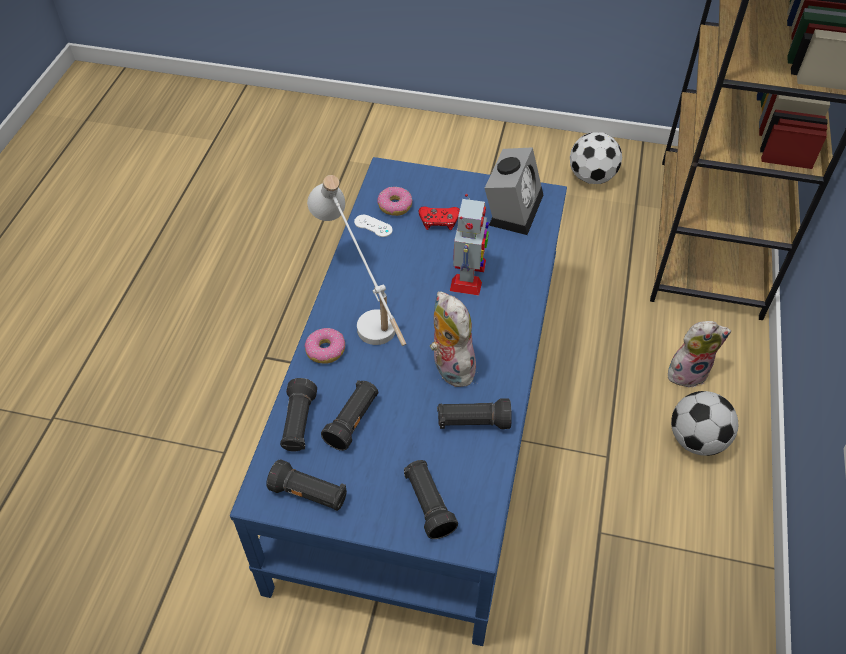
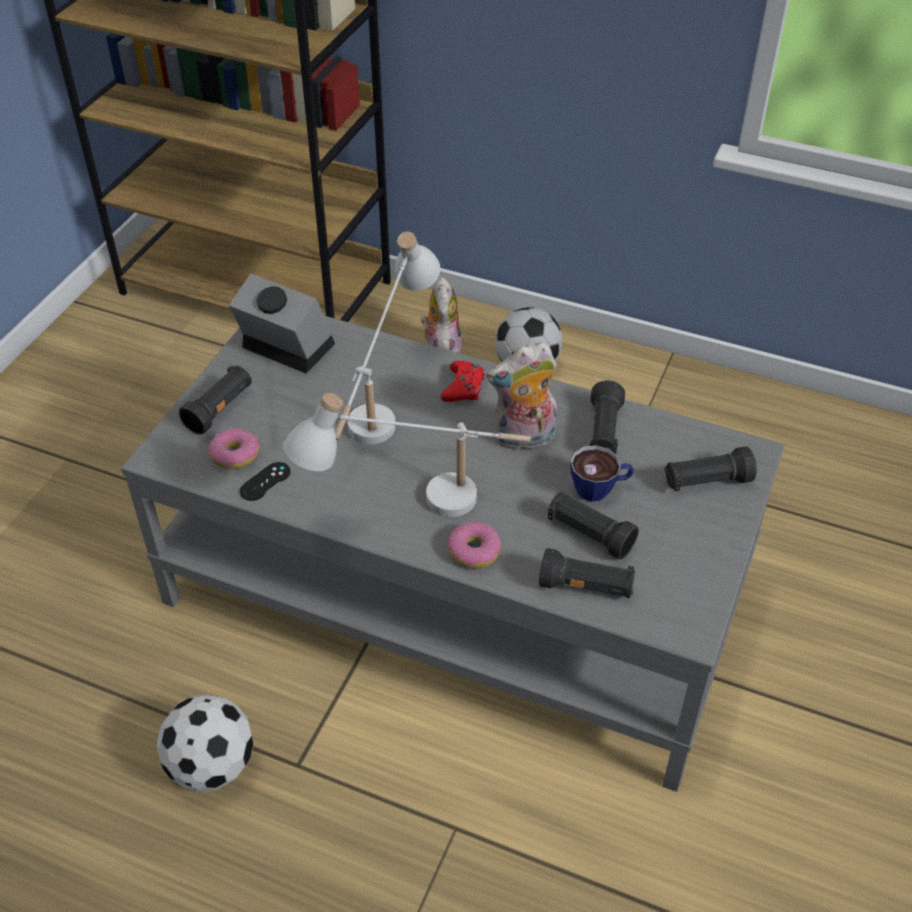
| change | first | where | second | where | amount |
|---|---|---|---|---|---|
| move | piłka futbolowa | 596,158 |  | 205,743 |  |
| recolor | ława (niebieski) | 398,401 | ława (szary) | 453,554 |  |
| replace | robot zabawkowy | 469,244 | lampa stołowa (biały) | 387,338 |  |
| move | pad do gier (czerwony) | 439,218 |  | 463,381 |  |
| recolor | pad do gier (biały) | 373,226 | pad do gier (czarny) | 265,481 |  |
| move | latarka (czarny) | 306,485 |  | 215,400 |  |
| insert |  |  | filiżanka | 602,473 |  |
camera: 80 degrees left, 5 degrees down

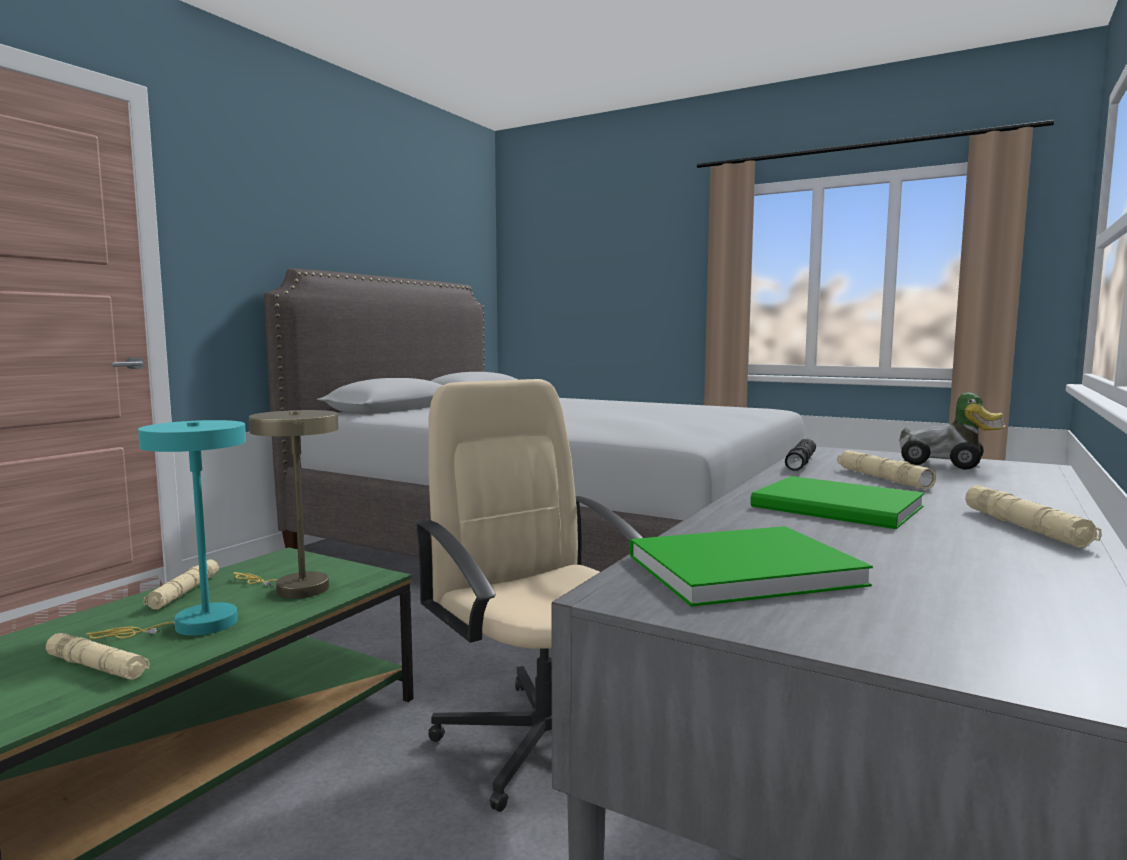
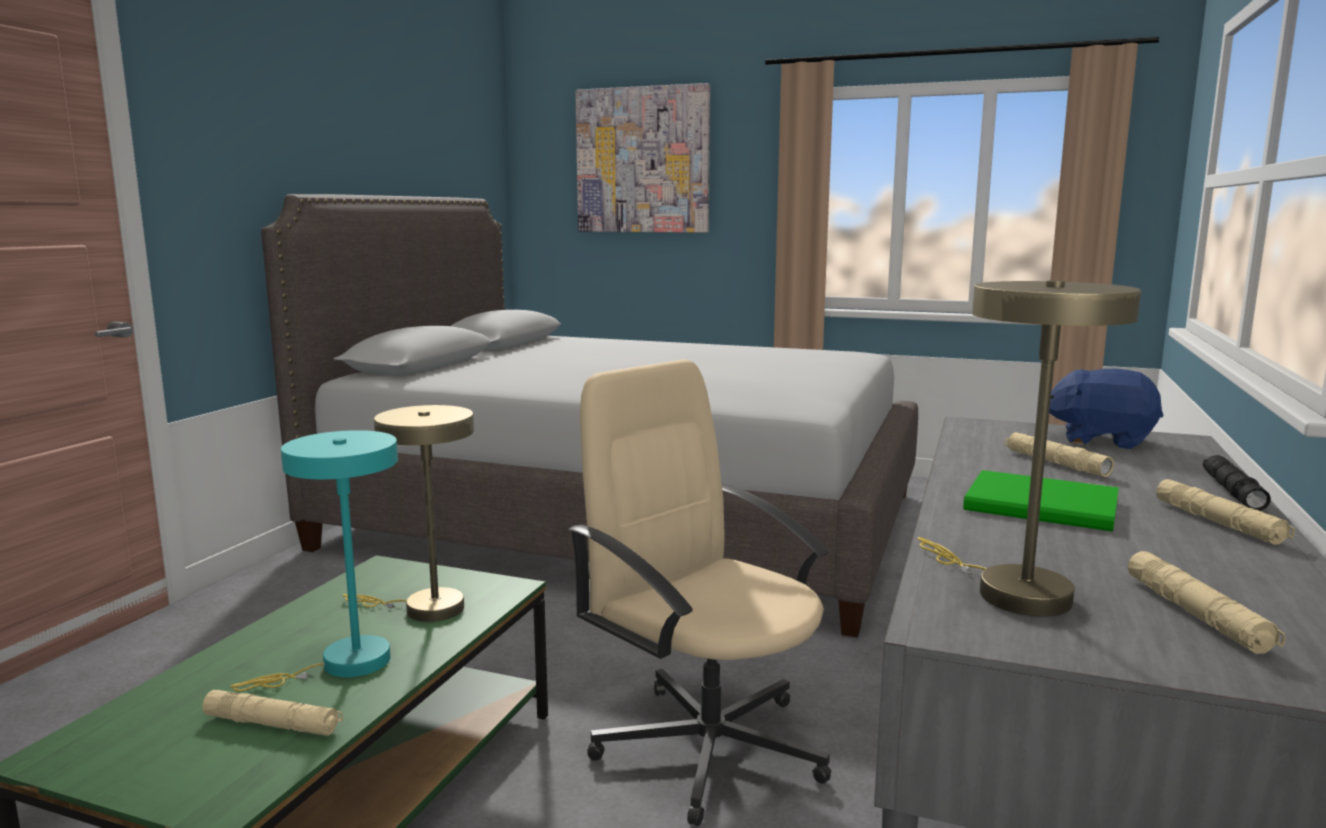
| change | first | where | second | where | amount |
|---|---|---|---|---|---|
| replace | samochodzik | 952,431 | pluszak (niebieski) | 1106,409 |  |
| move | latarka (czarny) | 800,455 |  | 1237,483 |  |
| replace | książka (zielony) | 751,566 | lampa stołowa (beżowy) | 1029,448 |  |
| move | latarka (beżowy) | 181,584 |  | 1206,602 |  |
| insert |  |  | obraz | 642,158 |  |
camera: 10 degrees left, 5 degrees up

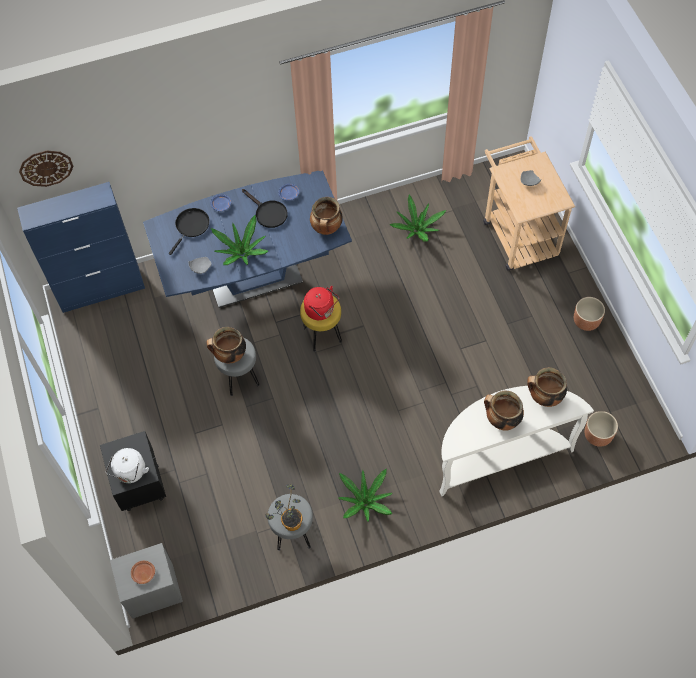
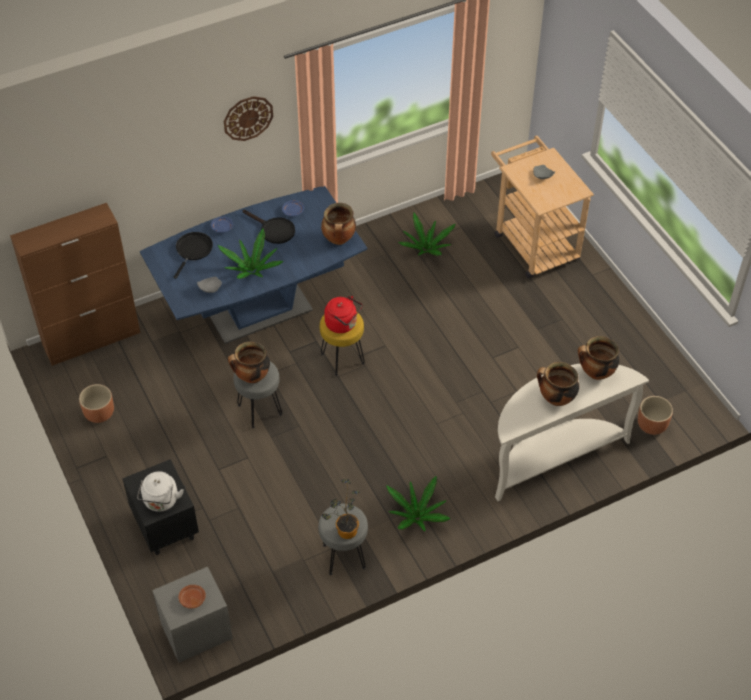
| change | first | where | second | where | amount |
|---|---|---|---|---|---|
| move | zegar ścienny | 46,168 |  | 248,118 |  |
| recolor | szafka (niebieski) | 81,247 | szafka (brązowy) | 75,284 |  |
| move | donica (brązowy) | 589,314 |  | 96,403 |  |
camera: 10 degrees left, 10 degrees down

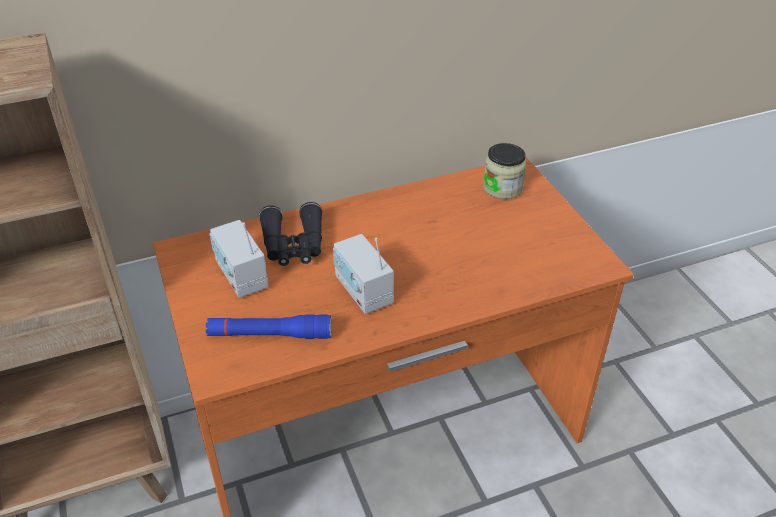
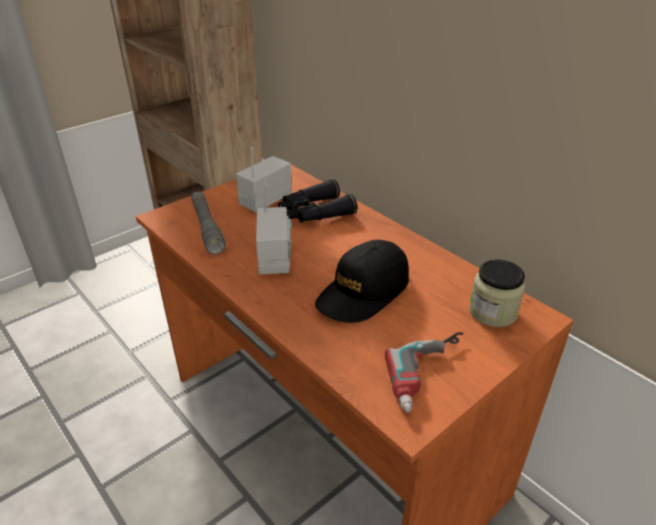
| change | first | where | second | where | amount |
|---|---|---|---|---|---|
| rotate | radio | 363,274 |  | 274,228 | 135 degrees clockwise |
| recolor | latarka (niebieski) | 268,326 | latarka (szary) | 208,222 |  |
| insert |  |  | czapka z daszkiem (czarny) | 362,281 |  |
| insert |  |  | wiertarka | 424,372 |  |
camera: 70 degrees right, 5 degrees down

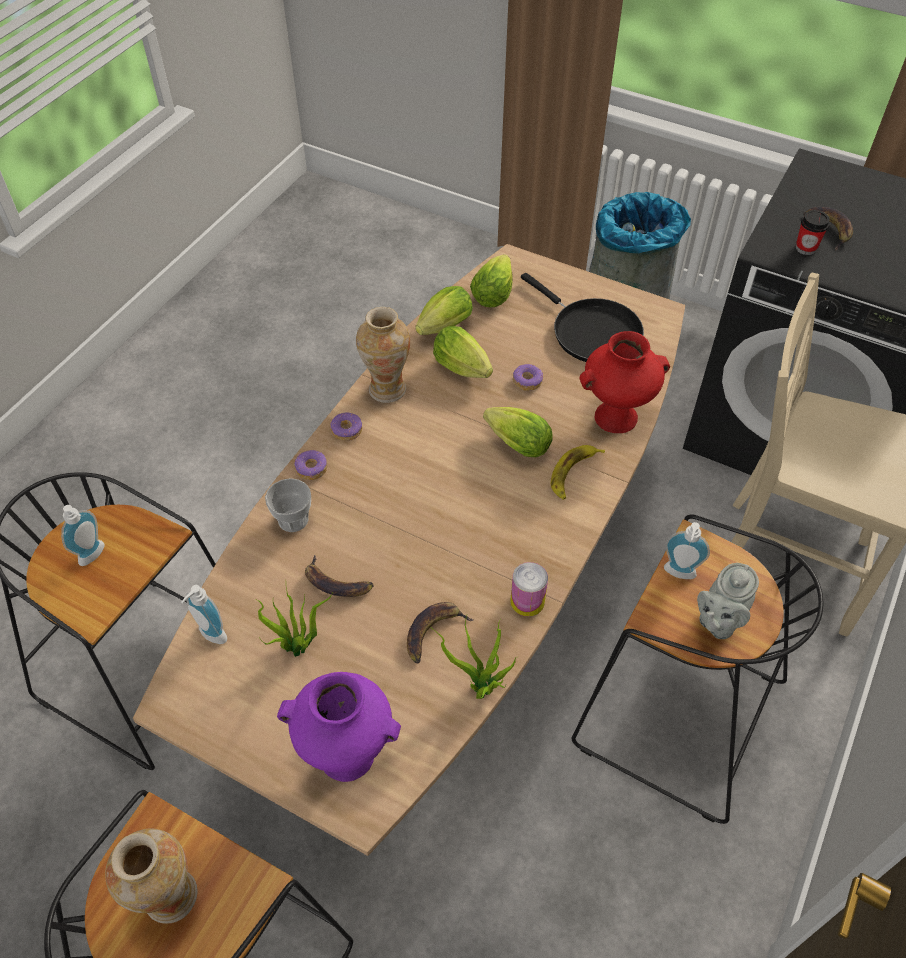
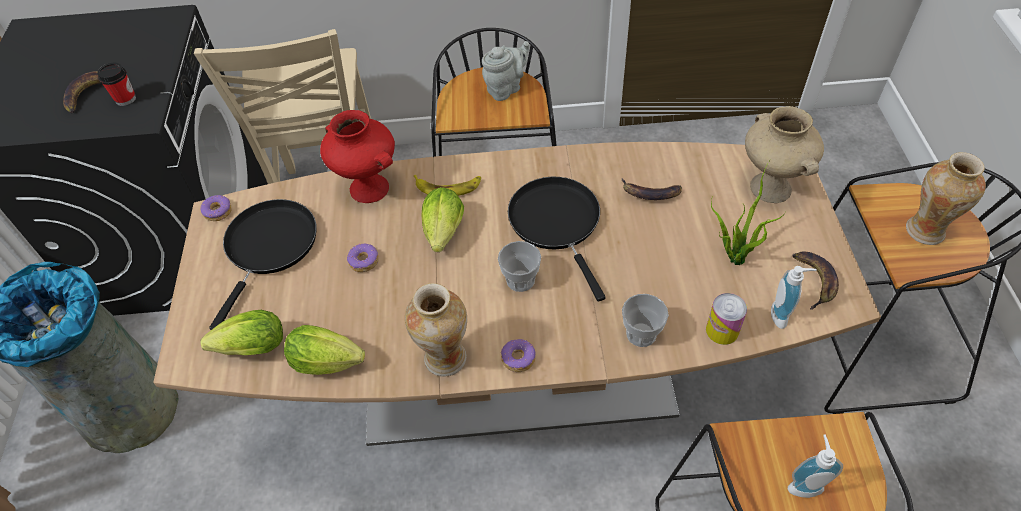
| change | first | where | second | where | amount |
|---|---|---|---|---|---|
| delete | sałata | 463,352 |  |  |  |
| move | donut | 311,465 |  | 216,208 |  |
| delete | dozownik mydła | 687,550 |  |  |  |
| move | banan | 339,576 |  | 815,280 |  |
| move | puszka | 529,589 |  | 726,319 |  |
| rotate | imbryk (szary) | 728,601 |  | 505,71 | 45 degrees counterclockwise |
| delete | roślina doniczkowa | 473,657 |  |  |  |
| recolor | wazon (fioletowy) | 339,727 | wazon (beżowy) | 784,154 |  |
| insert |  |  | patelnia (czarny) | 557,239 |  |
| insert |  |  | filiżanka | 519,266 |  |
camera: 120 degrees left, 0 degrees up

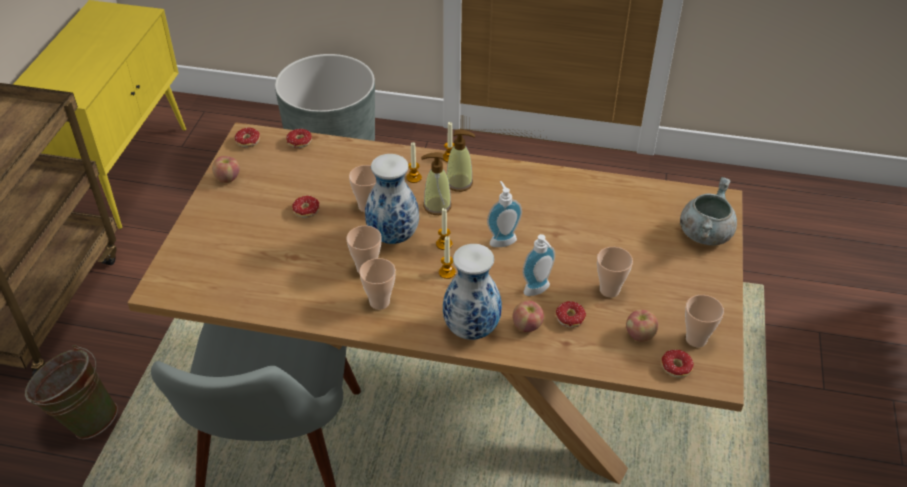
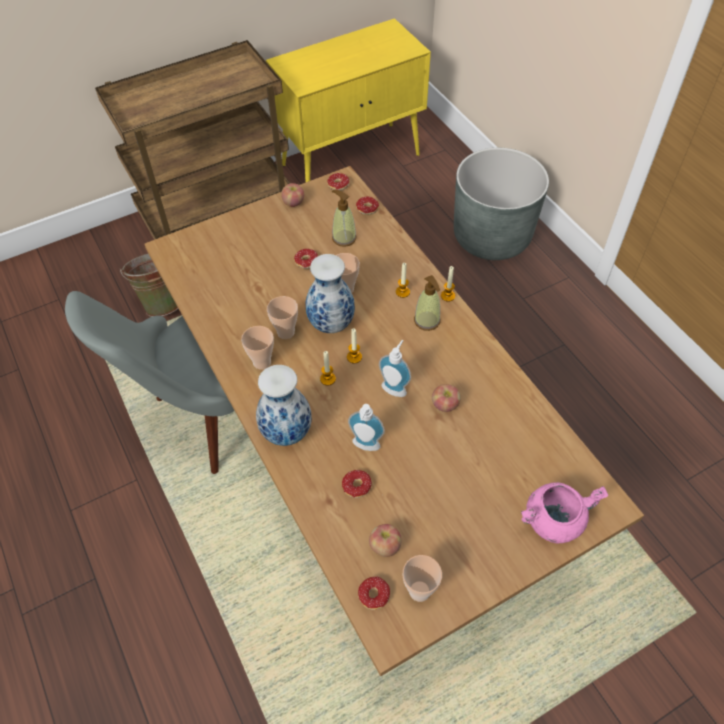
| change | first | where | second | where | amount |
|---|---|---|---|---|---|
| move | dozownik mydła | 436,183 |  | 344,218 |  |
| recolor | garnek (szary) | 708,211 | garnek (różowy) | 564,512 |  |
| delete | filiżanka | 615,272 |  |  |  |
| move | jabłko | 528,316 |  | 446,398 |  |
camera: 50 degrees right, 10 degrees up

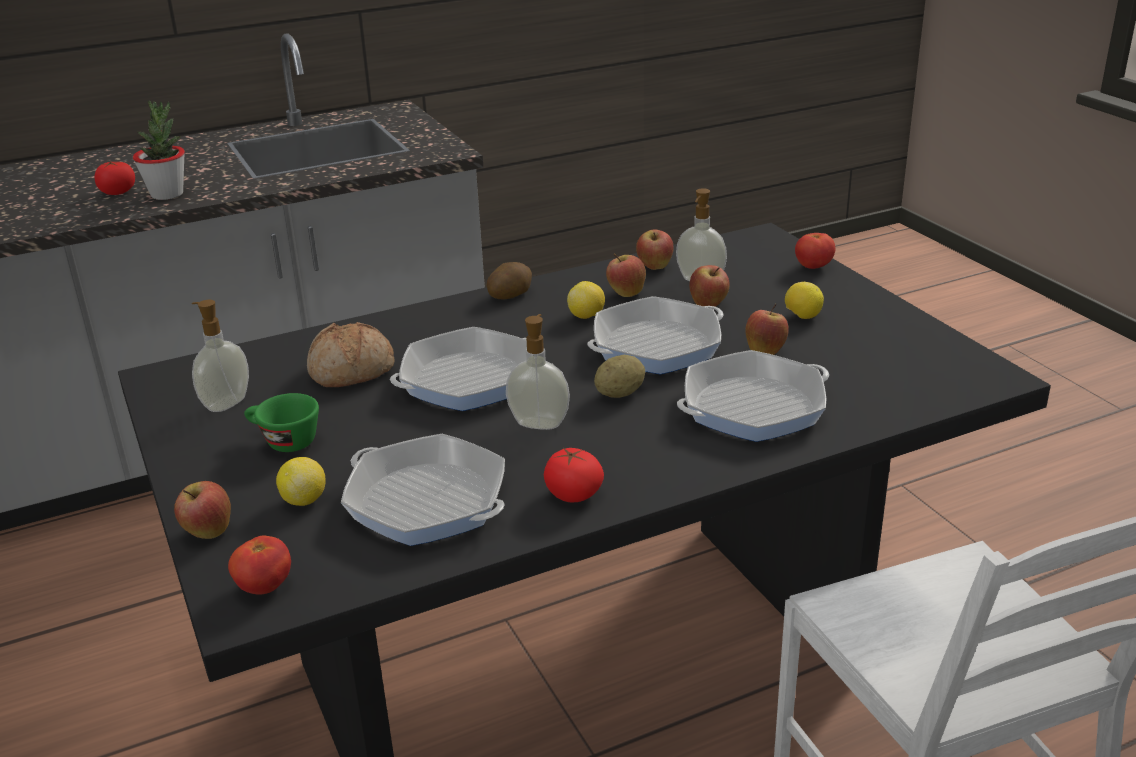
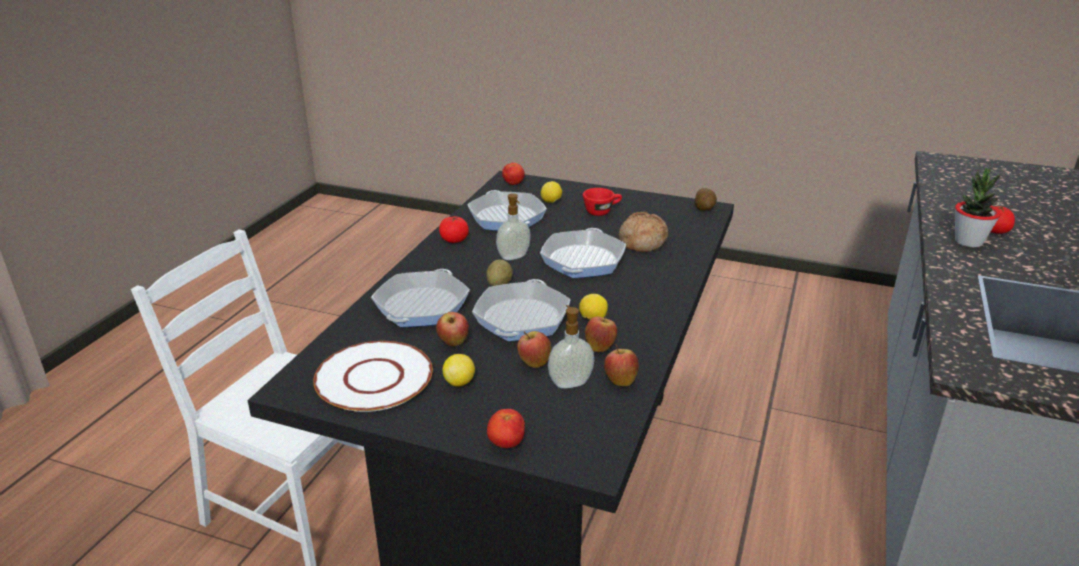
| change | first | where | second | where | amount |
|---|---|---|---|---|---|
| move | ziemniak | 509,280 |  | 706,199 |  |
| delete | dozownik mydła | 220,356 |  |  |  |
| recolor | filiżanka (zielony) | 281,422 | filiżanka (czerwony) | 602,202 |  |
| rotate | patelnia | 423,490 |  | 507,210 | 105 degrees counterclockwise |
| delete | jabłko | 202,510 |  |  |  |
| insert |  |  | talerz (biały) | 373,376 |  |
camera: 135 degrees right, 0 degrees up

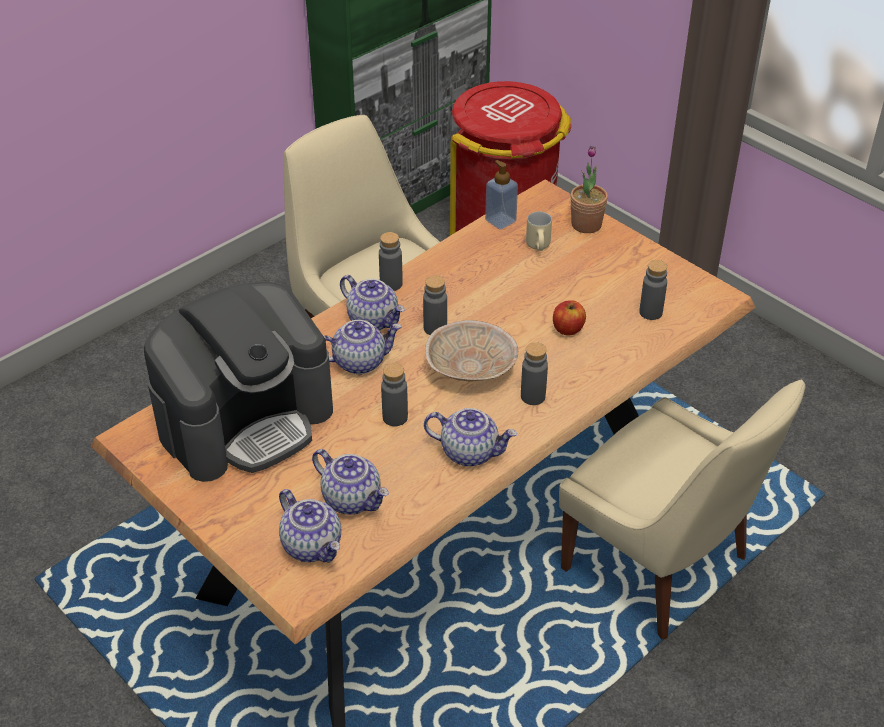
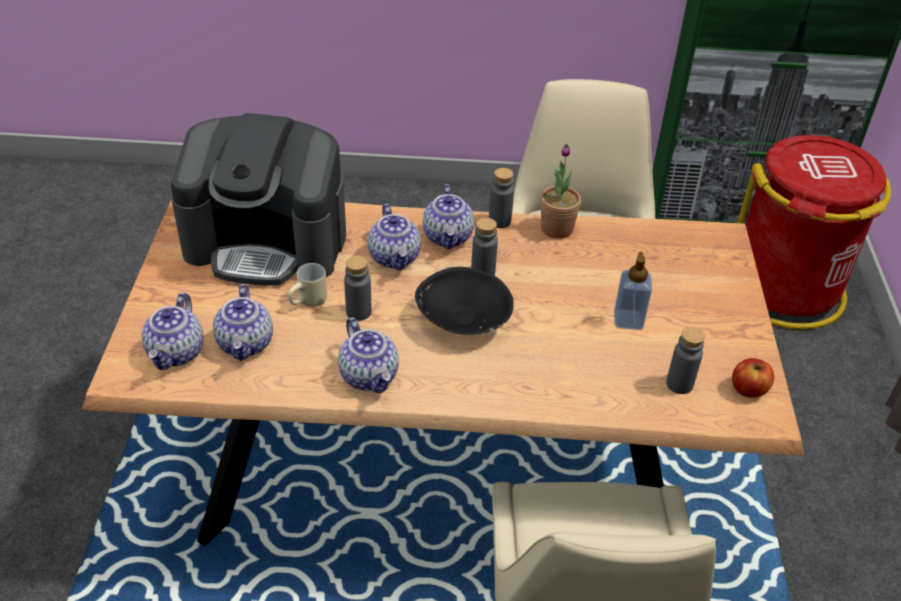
| change | first | where | second | where | amount |
|---|---|---|---|---|---|
| move | roślina doniczkowa | 589,189 |  | 561,191 |  |
| move | dozownik mydła | 501,195 |  | 633,291 |  |
| move | kubek (beżowy) | 539,231 |  | 307,285 |  |
| move | jabłko | 569,318 |  | 753,378 |  |
| rotate | imbryk | 363,347 |  | 394,237 | 45 degrees clockwise |
| recolor | miska (beżowy) | 471,350 | miska (czarny) | 464,301 |  |
| delete | butelka (szary) | 534,373 |  |  |  |
camera: 45 degrees right, 0 degrees up

